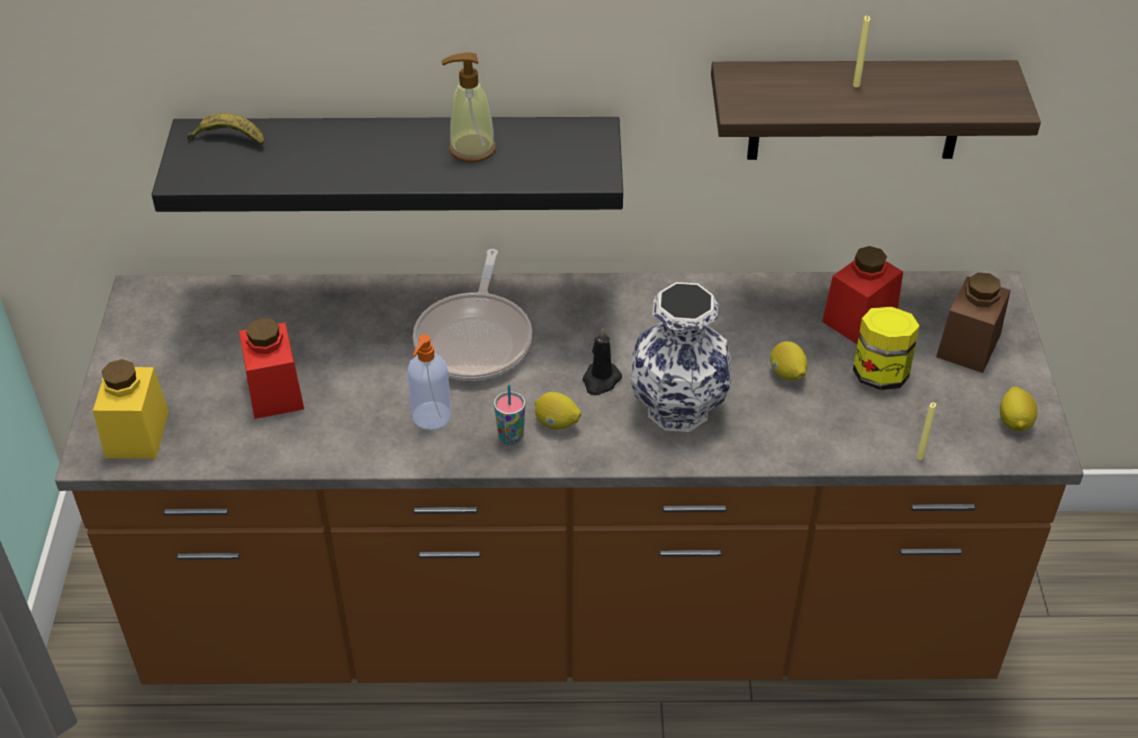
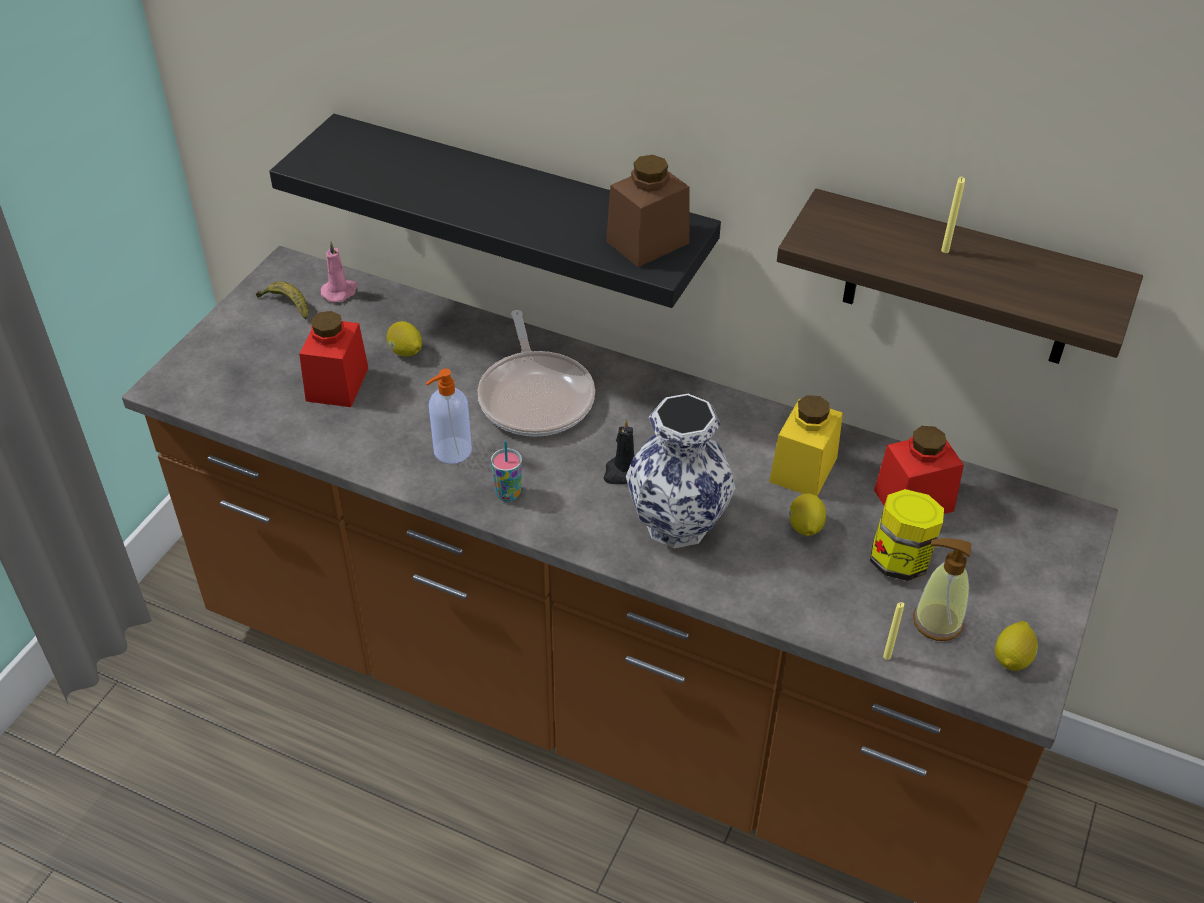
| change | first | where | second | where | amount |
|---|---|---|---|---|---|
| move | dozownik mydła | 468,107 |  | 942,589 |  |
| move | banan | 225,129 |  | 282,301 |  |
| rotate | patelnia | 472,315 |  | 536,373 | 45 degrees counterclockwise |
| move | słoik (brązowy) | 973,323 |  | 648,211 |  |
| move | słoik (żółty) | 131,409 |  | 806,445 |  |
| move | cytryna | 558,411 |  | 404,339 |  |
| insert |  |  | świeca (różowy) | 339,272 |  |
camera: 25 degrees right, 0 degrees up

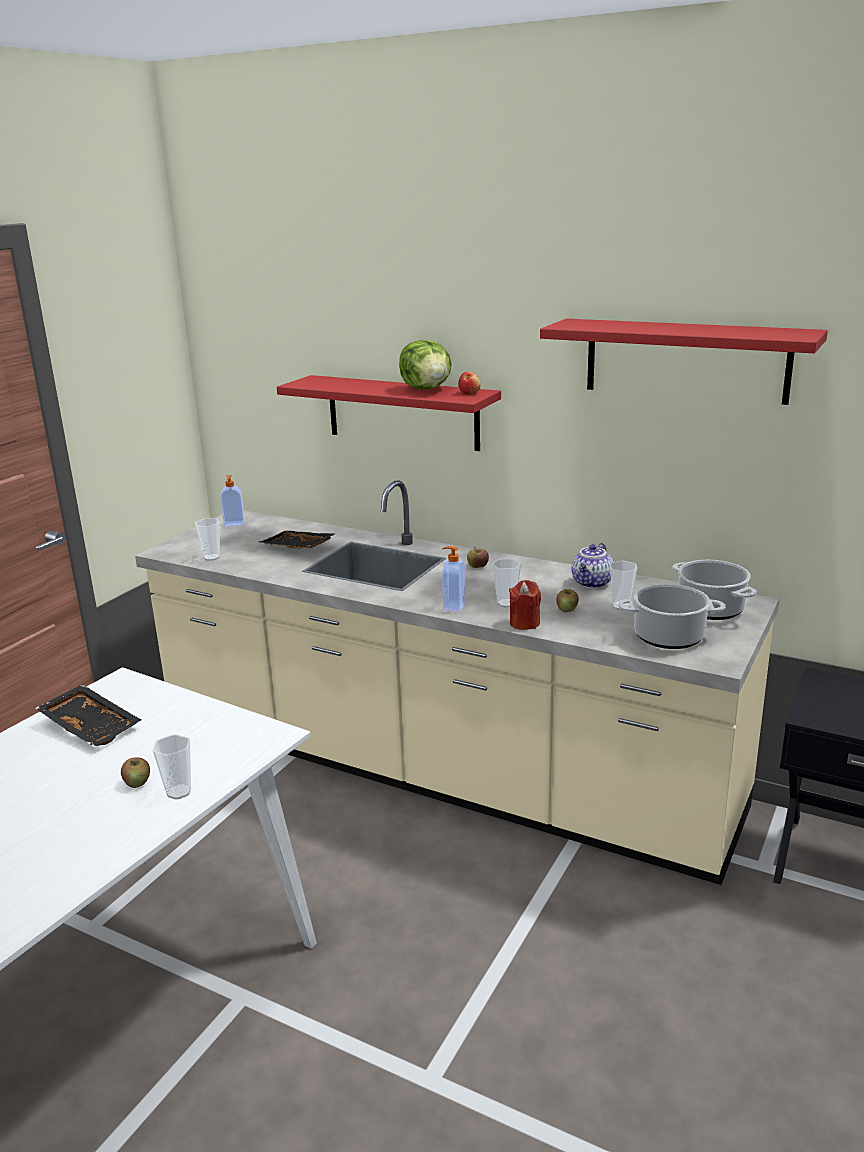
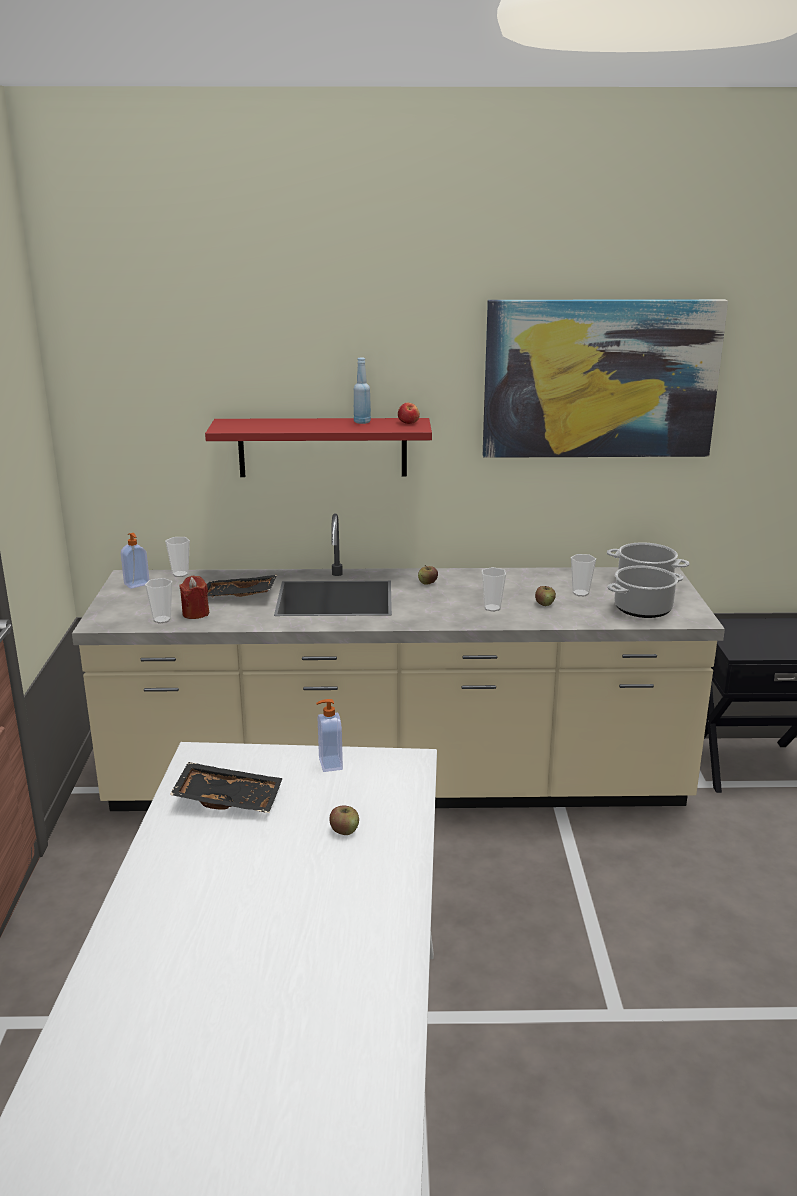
| change | first | where | second | where | amount |
|---|---|---|---|---|---|
| replace | półka (czerwony) | 684,362 | obraz | 605,378 |  |
| replace | sałata | 425,365 | butelka (niebieski) | 362,390 |  |
| delete | imbryk | 592,566 |  |  |  |
| move | dozownik mydła | 454,579 |  | 329,735 |  |
| move | świeca (czerwony) | 525,605 |  | 194,597 |  |
| move | filiżanka | 171,766 |  | 177,557 |  |
camera: 30 degrees left, 0 degrees up

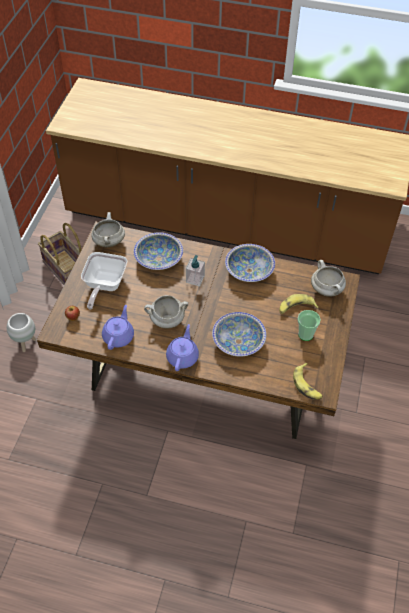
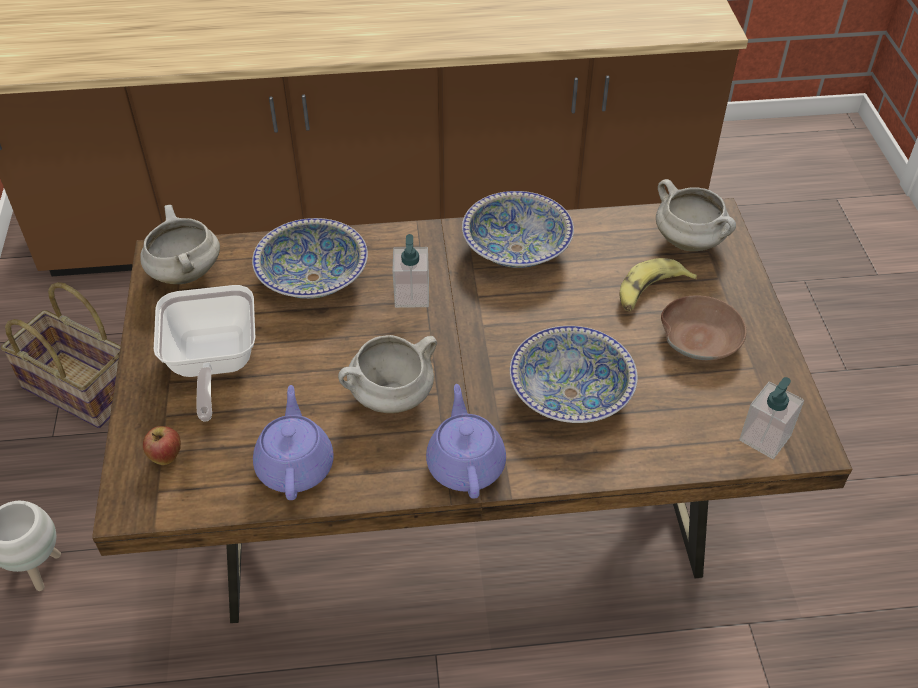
| change | first | where | second | where | amount |
|---|---|---|---|---|---|
| replace | filiżanka | 309,325 | miska (brązowy) | 704,327 |  |
| replace | banan | 308,381 | dozownik mydła | 771,418 |  |
camera: 20 degrees left, 5 degrees down

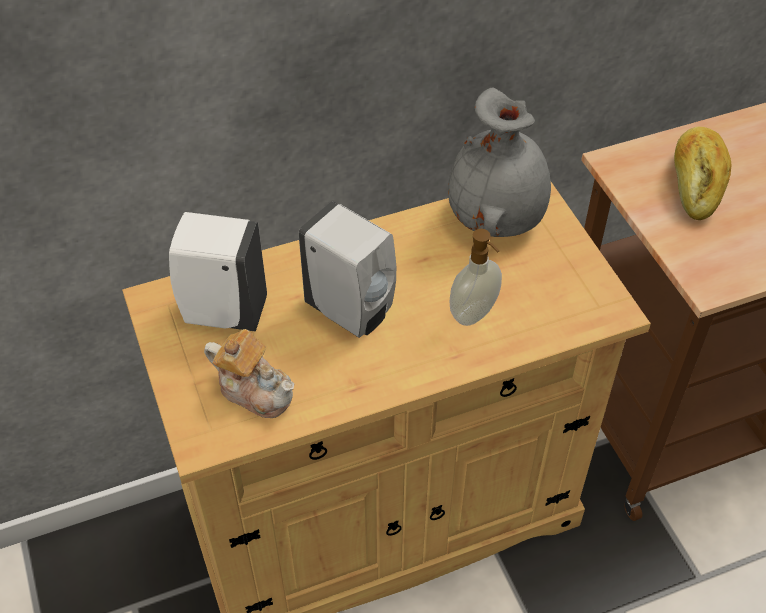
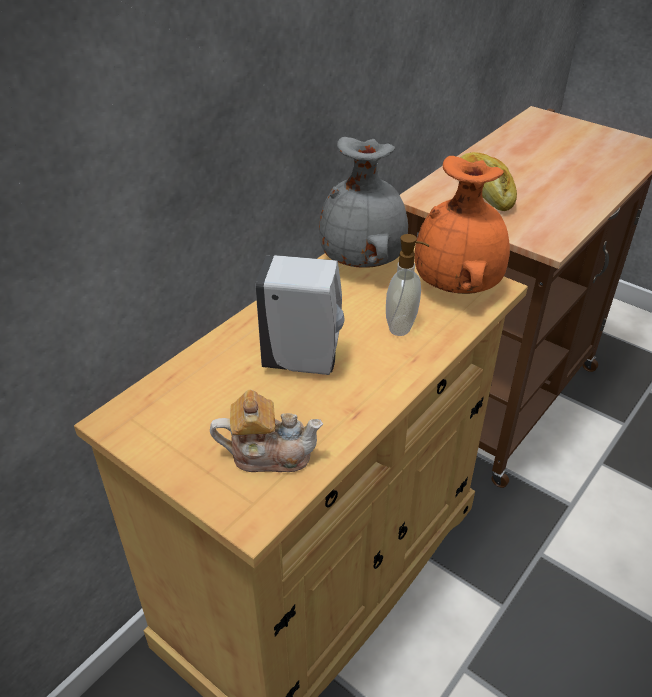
| change | first | where | second | where | amount |
|---|---|---|---|---|---|
| delete | dozownik mydła (biały) | 218,271 |  |  |  |
| insert |  |  | wazon (pomarańczowy) | 462,225 |  |
camera: 30 degrees left, 10 degrees down

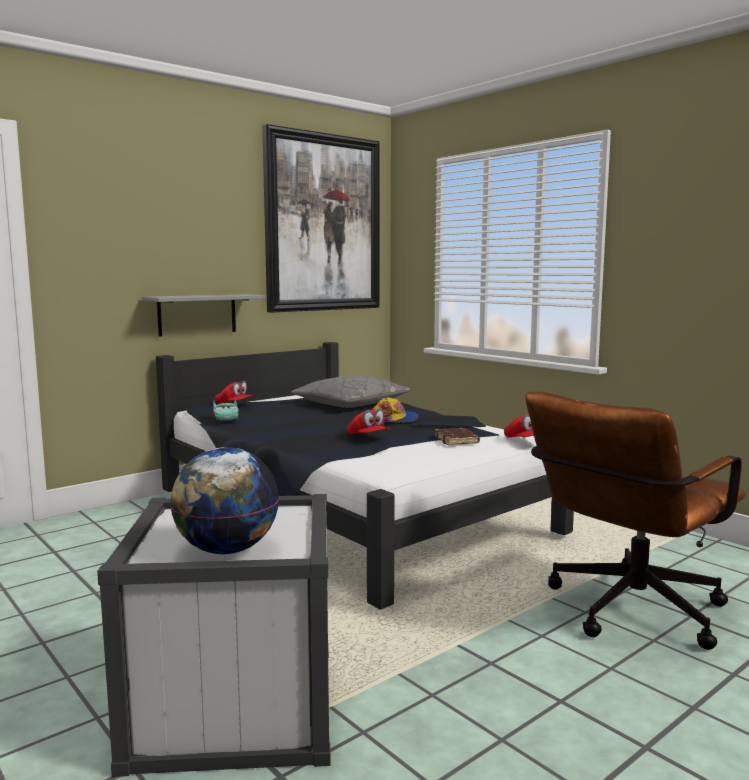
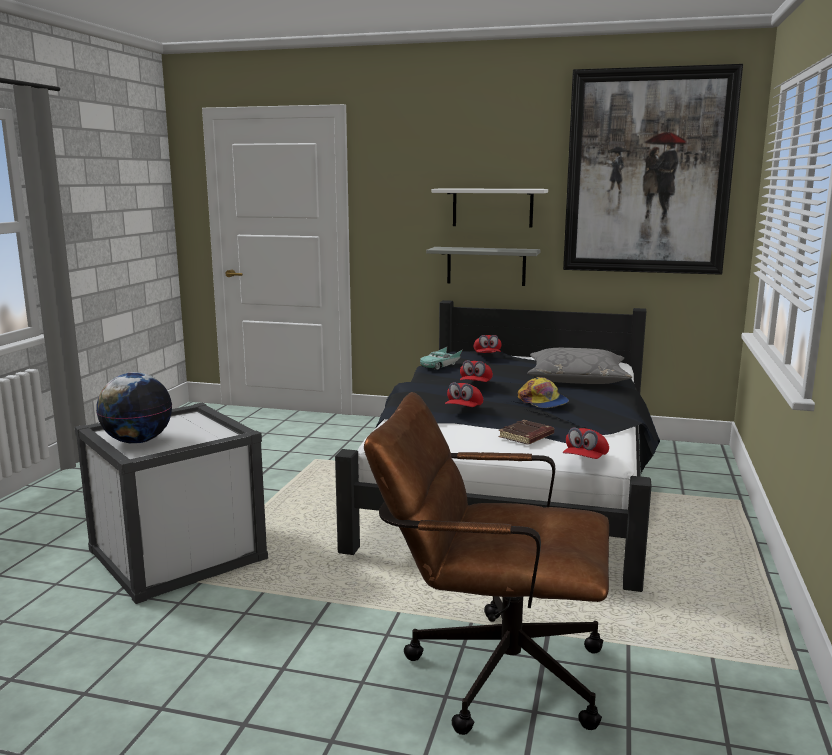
| change | first | where | second | where | amount |
|---|---|---|---|---|---|
| insert |  |  | półka (biały) | 490,207 |  |
| insert |  |  | czapka z daszkiem (czerwony) | 476,371 |  |
camera: 55 degrees right, 5 degrees up

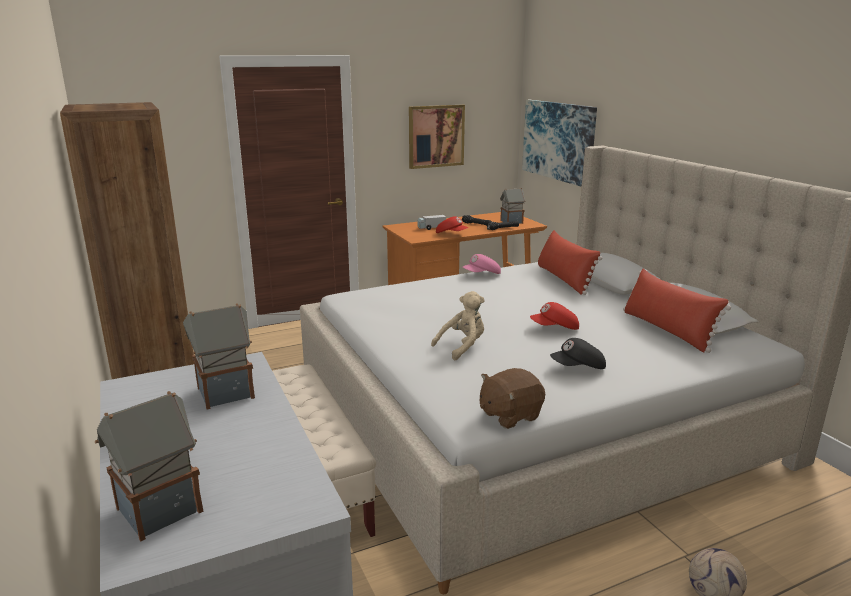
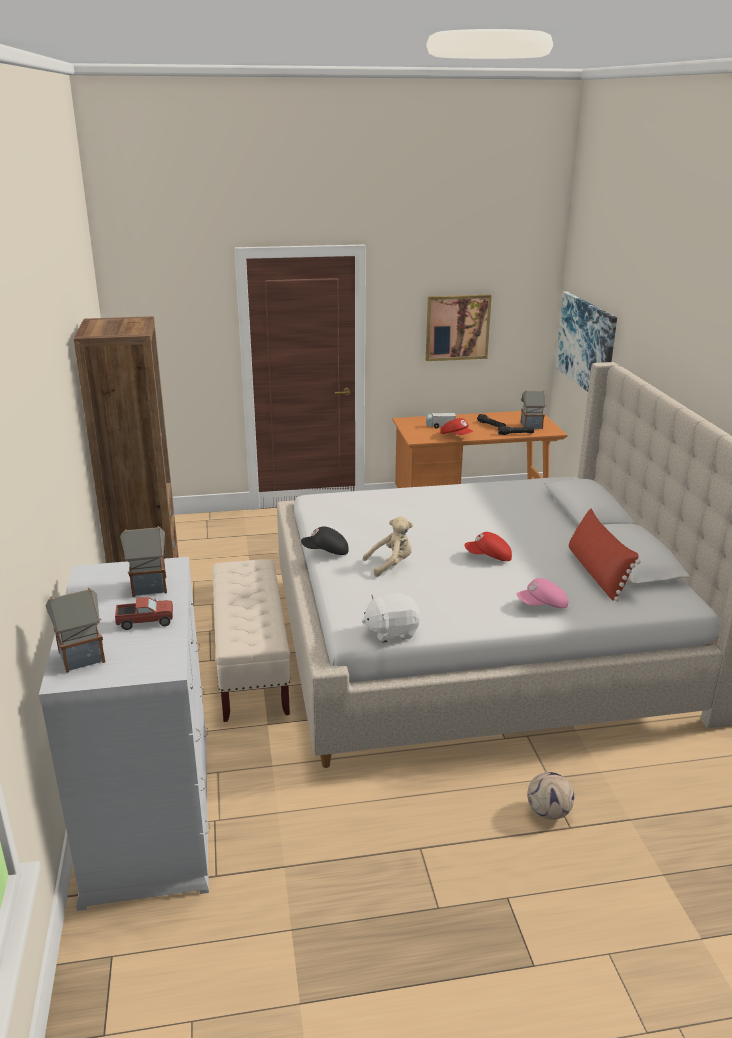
| change | first | where | second | where | amount |
|---|---|---|---|---|---|
| delete | poduszka (czerwony) | 570,262 |  |  |  |
| move | czapka z daszkiem (różowy) | 482,264 |  | 542,593 |  |
| move | czapka z daszkiem (czarny) | 578,353 |  | 324,540 |  |
| recolor | pluszak (brązowy) | 512,398 | pluszak (biały) | 391,618 |  |
| insert |  |  | ciężarówka zabawkowa | 144,613 |  |
camera: 15 degrees right, 5 degrees up

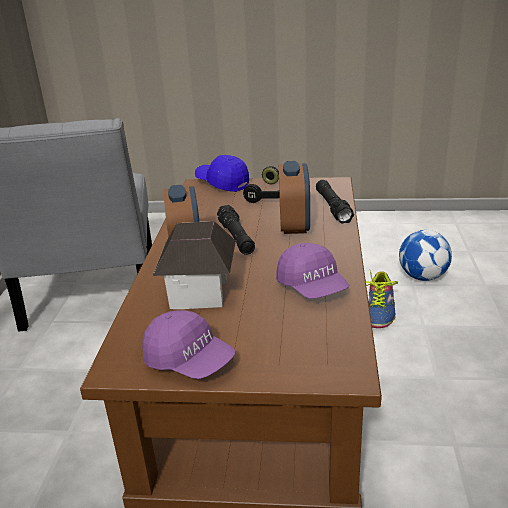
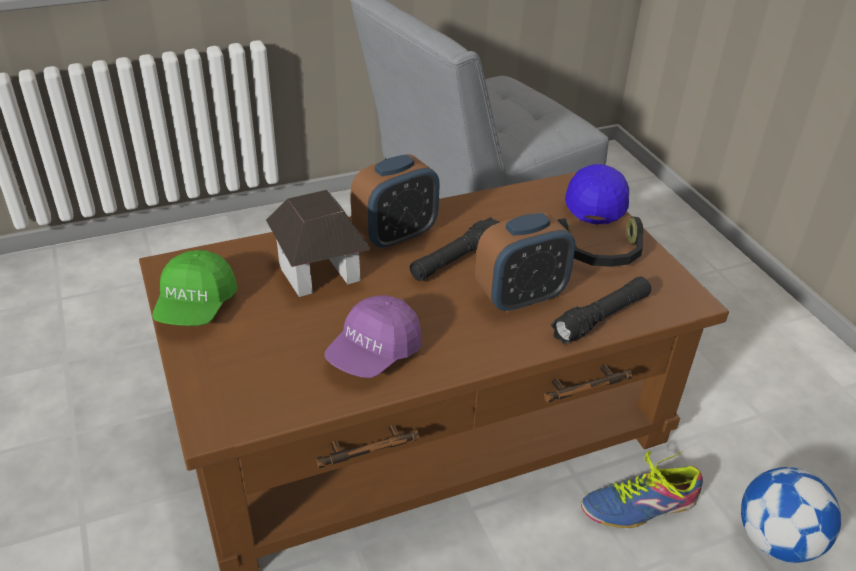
| change | first | where | second | where | amount |
|---|---|---|---|---|---|
| recolor | czapka z daszkiem (fioletowy) | 188,344 | czapka z daszkiem (zielony) | 194,288 |  |
camera: 60 degrees right, 10 degrees up

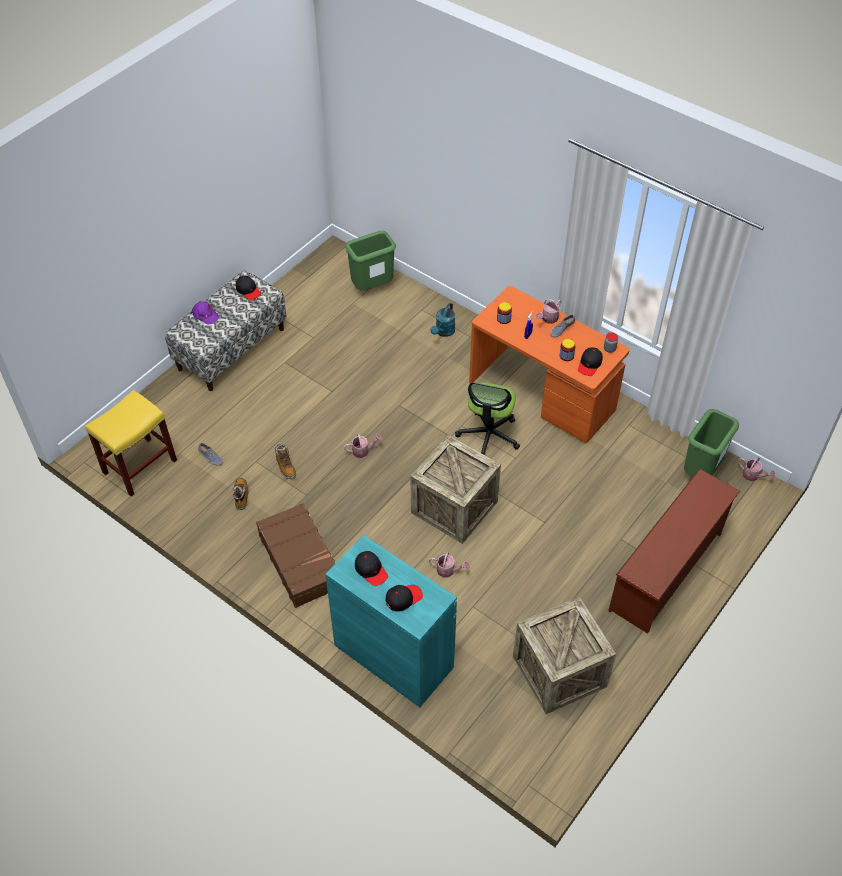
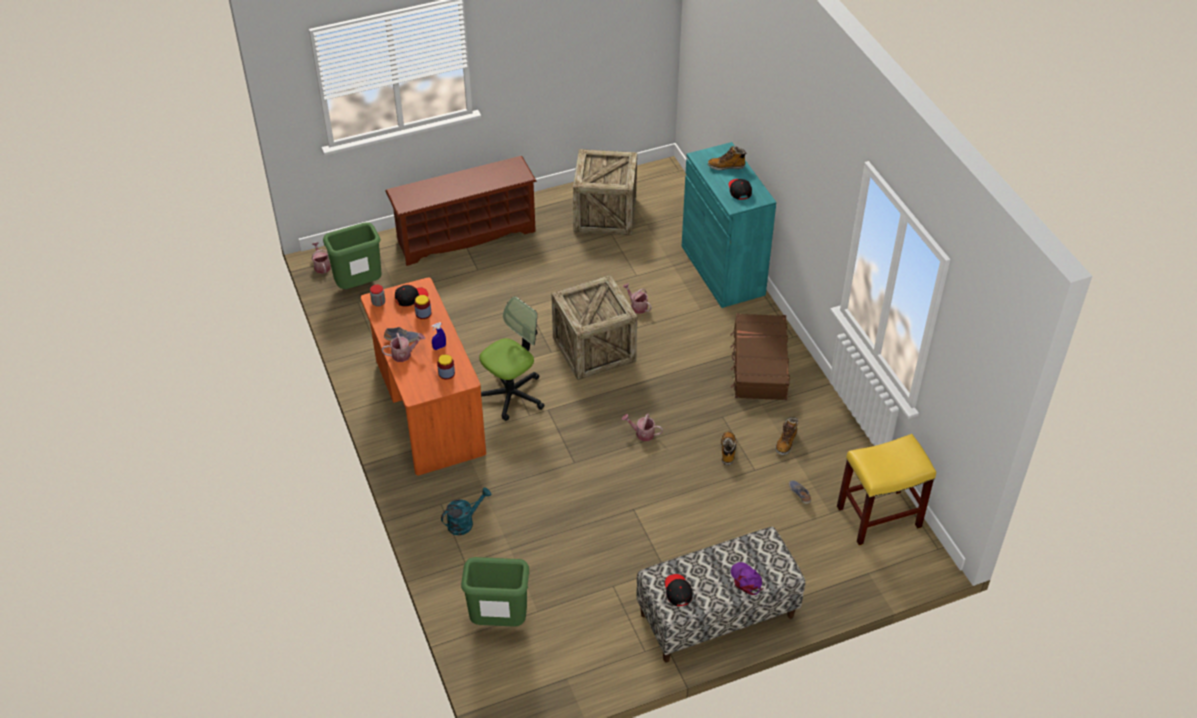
| change | first | where | second | where | amount |
|---|---|---|---|---|---|
| replace | czapka z daszkiem (czarny) | 404,598 | but z cholewką | 727,158 |  |
camera: 150 degrees left, 5 degrees down

